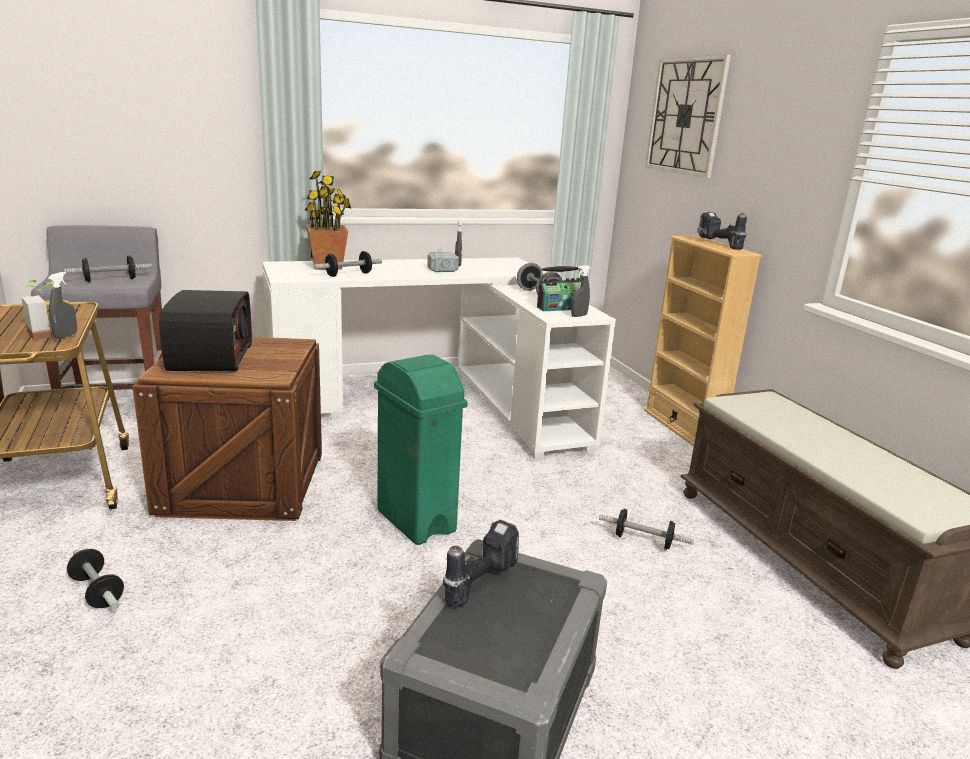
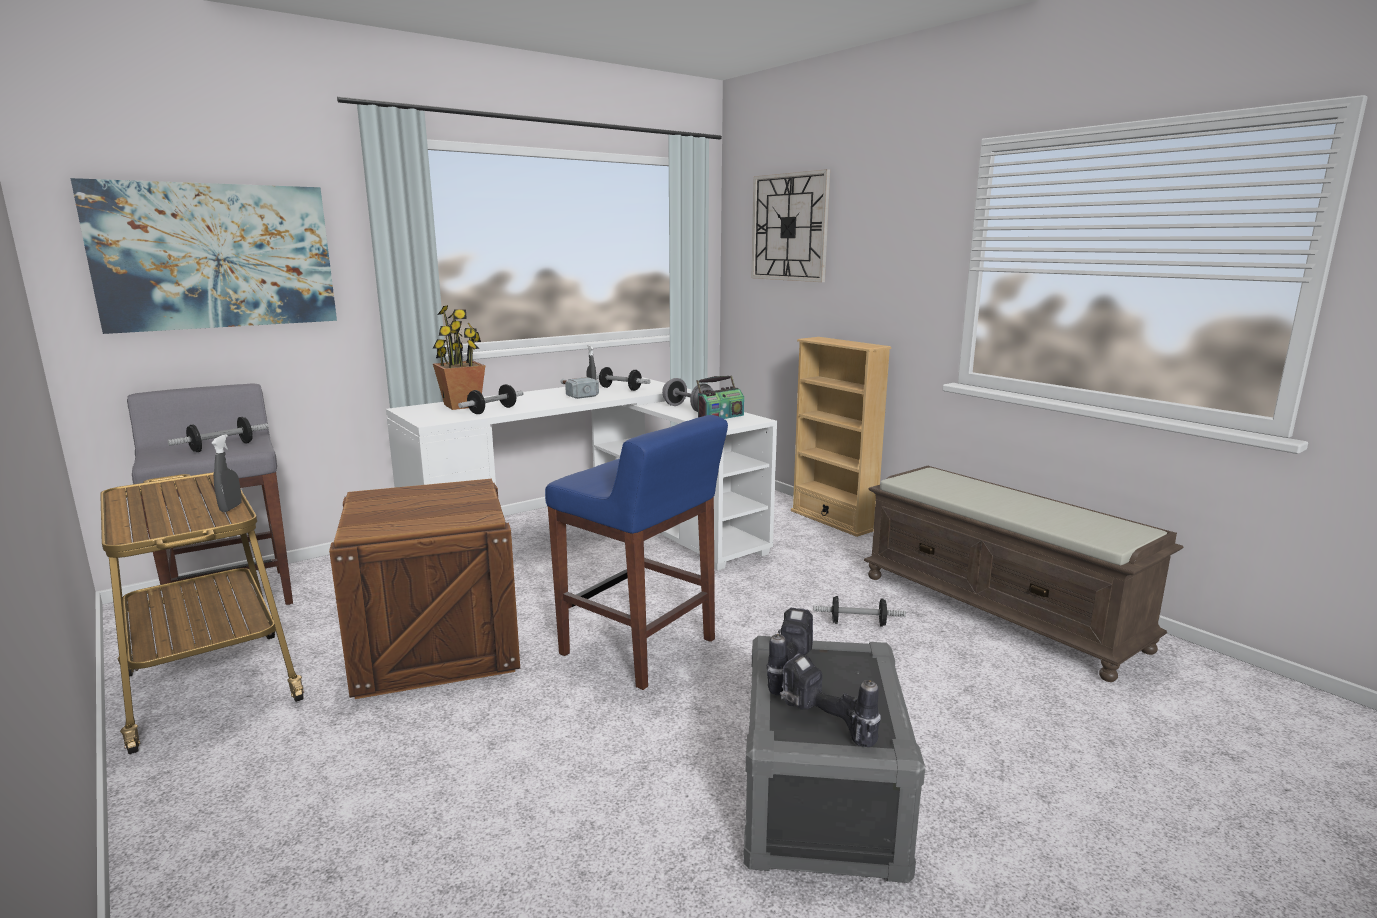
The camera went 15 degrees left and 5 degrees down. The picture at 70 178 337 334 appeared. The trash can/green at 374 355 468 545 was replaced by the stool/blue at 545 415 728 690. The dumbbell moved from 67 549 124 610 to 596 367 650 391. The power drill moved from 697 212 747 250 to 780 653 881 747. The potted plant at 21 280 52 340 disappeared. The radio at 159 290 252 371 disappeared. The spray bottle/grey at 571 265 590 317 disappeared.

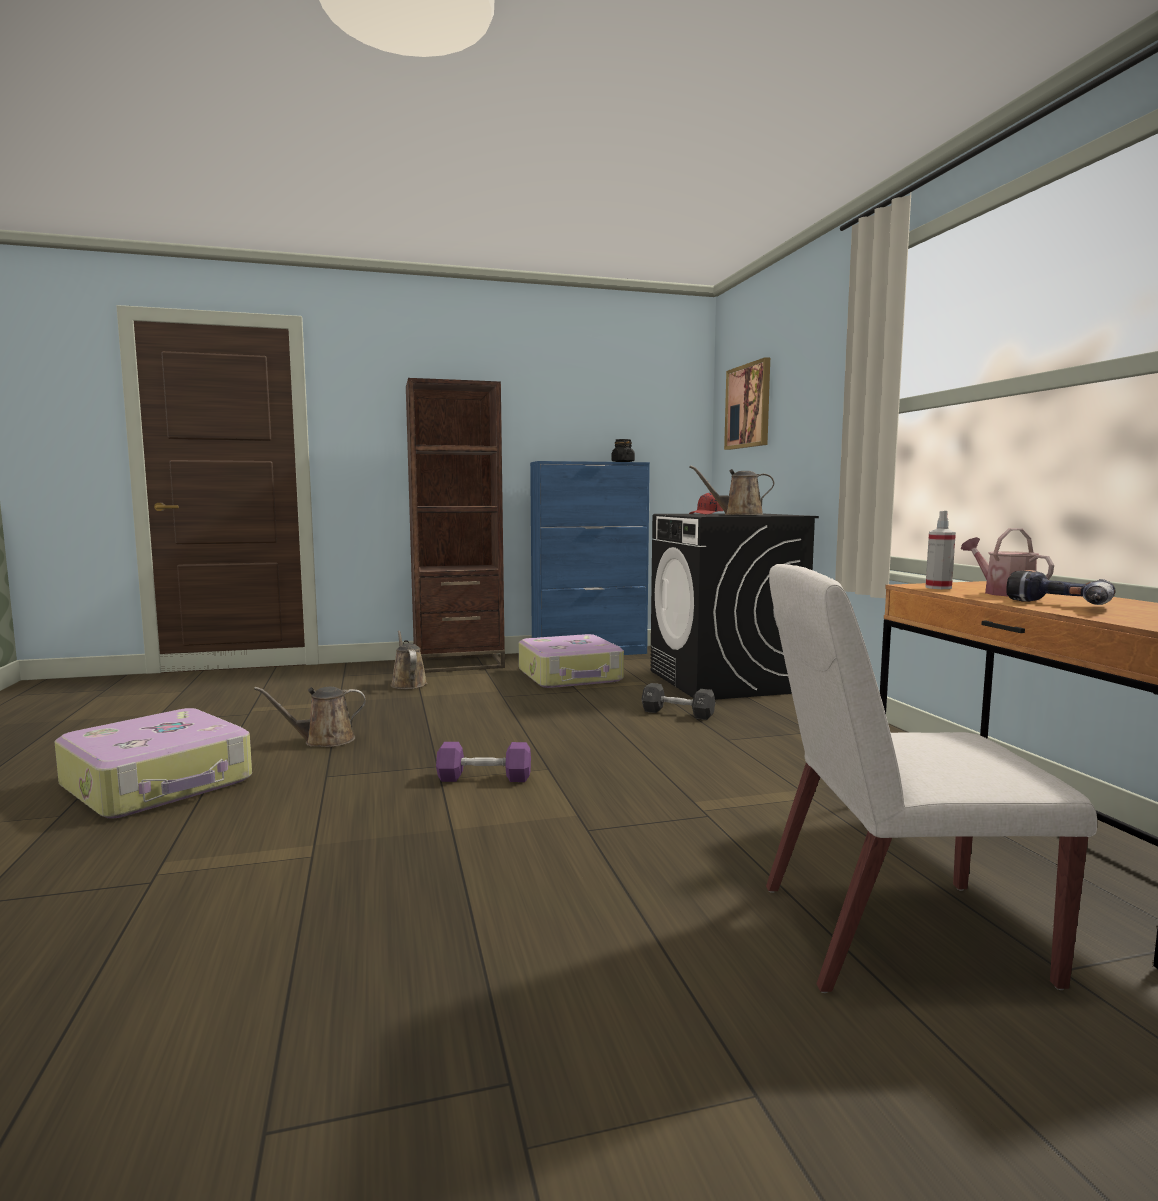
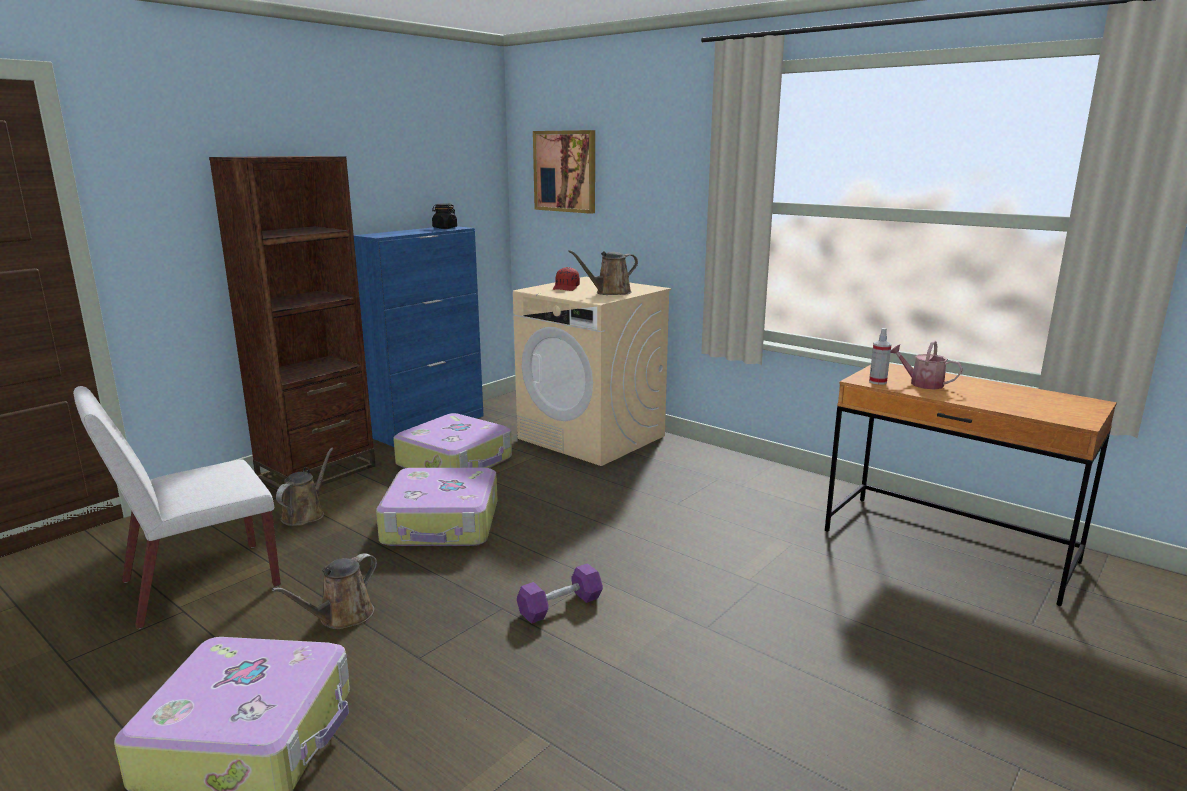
The camera went 35 degrees left and 10 degrees up. The chair/white moved from 766 564 1097 993 to 73 386 281 629. The watering can/brown at 390 631 427 689 turned 75 degrees clockwise. The suitcase at 376 468 498 546 appeared. The washing machine/black at 650 513 819 700 became the washing machine/beige at 513 277 671 466. The dumbbell/black at 641 683 715 720 disappeared. The power drill at 1006 570 1116 605 disappeared.

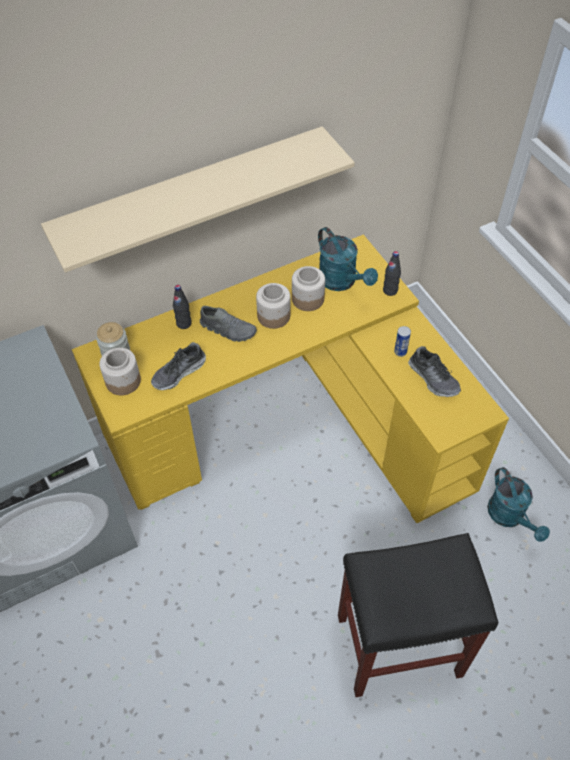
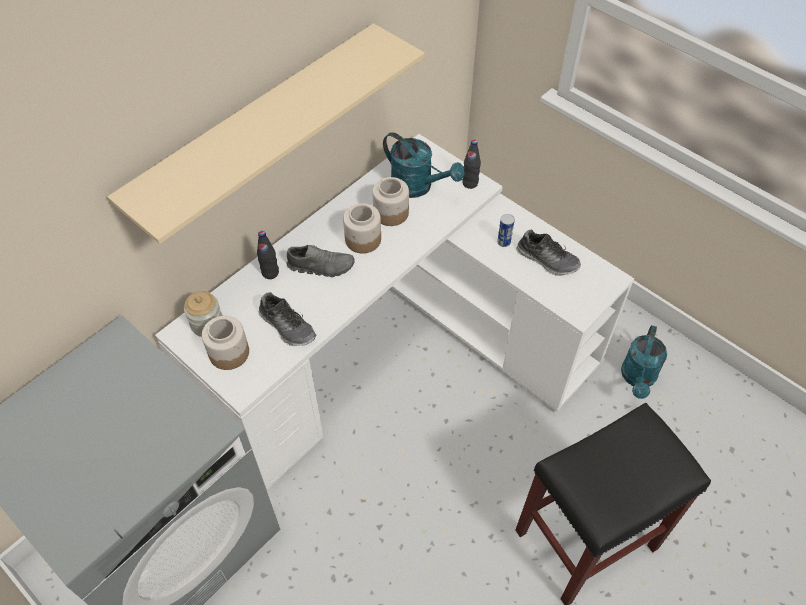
The camera went 20 degrees left and 0 degrees up. The desk/yellow at 72 234 509 523 became the desk/white at 155 134 634 490. The shoe at 151 342 206 390 turned 75 degrees counterclockwise. The watering can/turquoise at 487 467 550 542 turned 60 degrees clockwise.

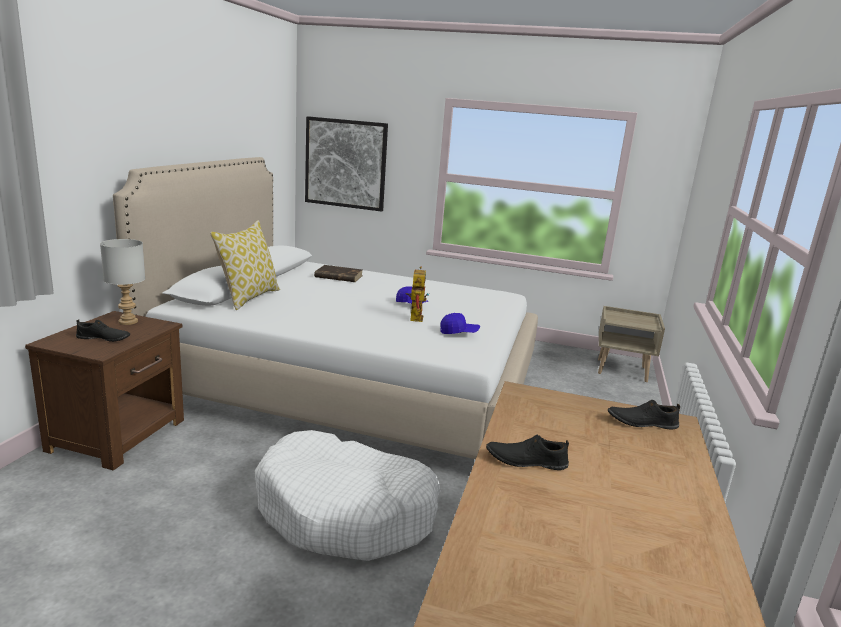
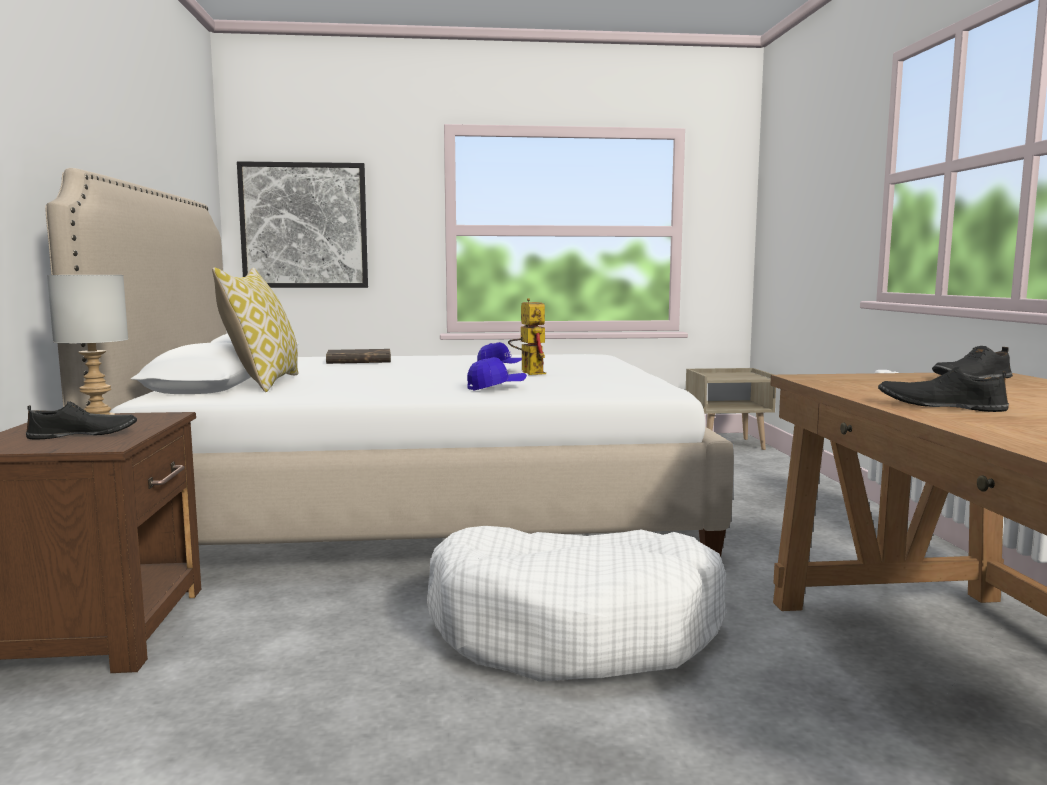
The camera went 20 degrees left and 10 degrees down. The cap/blue moved from 440 313 480 334 to 467 357 527 391. The shoe/black at 486 435 569 470 turned 45 degrees clockwise.

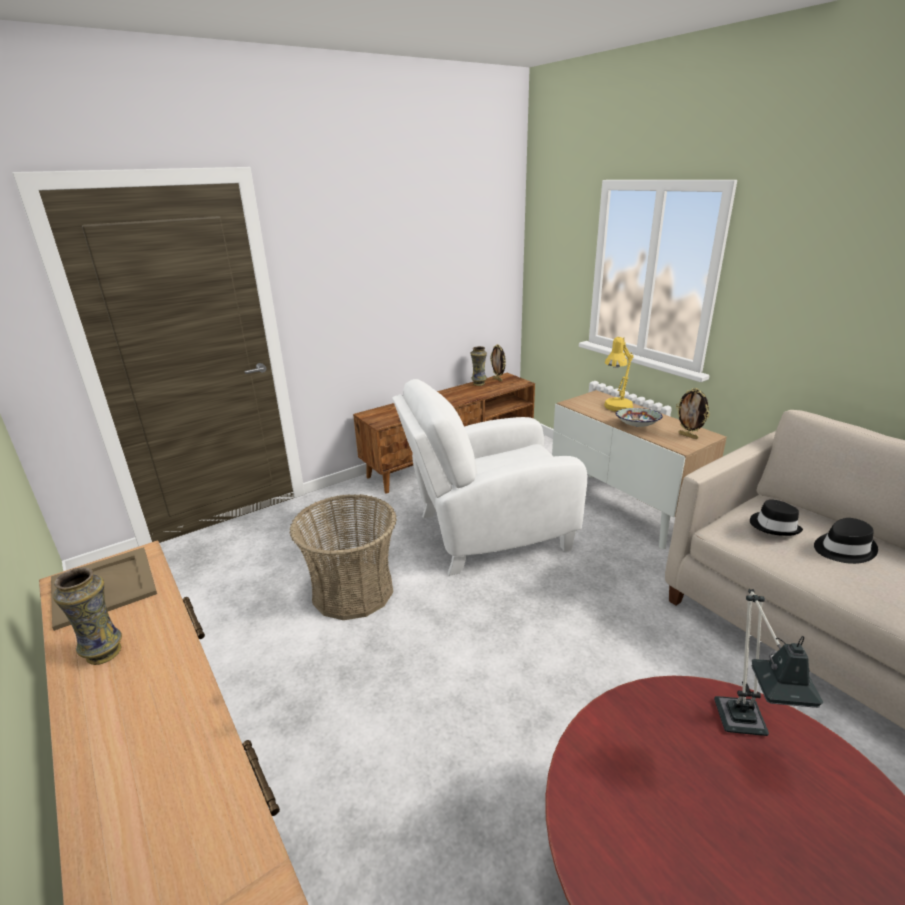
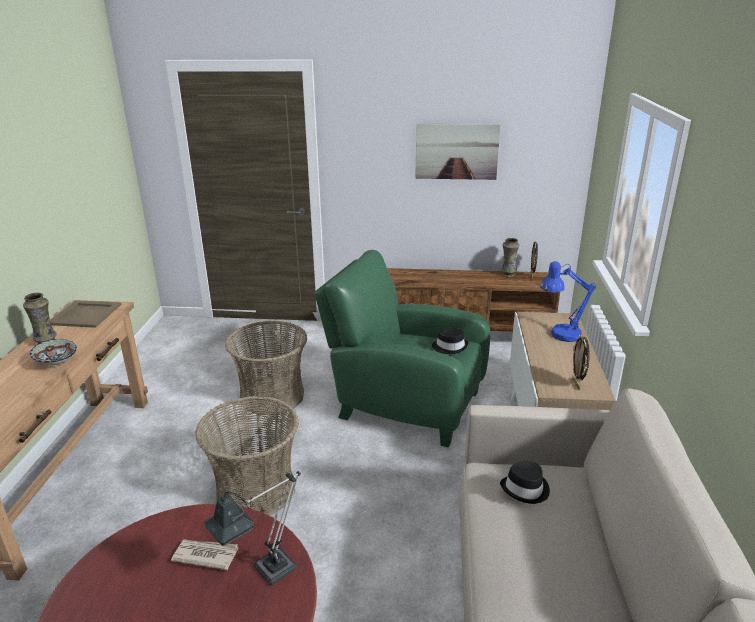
The camera went 40 degrees right and 0 degrees up. The bowl moved from 615 408 663 427 to 30 339 77 365. The newspaper at 171 539 238 570 appeared. The basket at 195 396 299 516 appeared. The armchair/white at 392 379 587 576 became the armchair/green at 314 250 490 447. The picture at 415 123 501 180 appeared. The hat/black moved from 814 518 878 564 to 432 329 468 354. The table lamp/yellow at 604 337 633 412 became the table lamp/blue at 540 261 596 342.

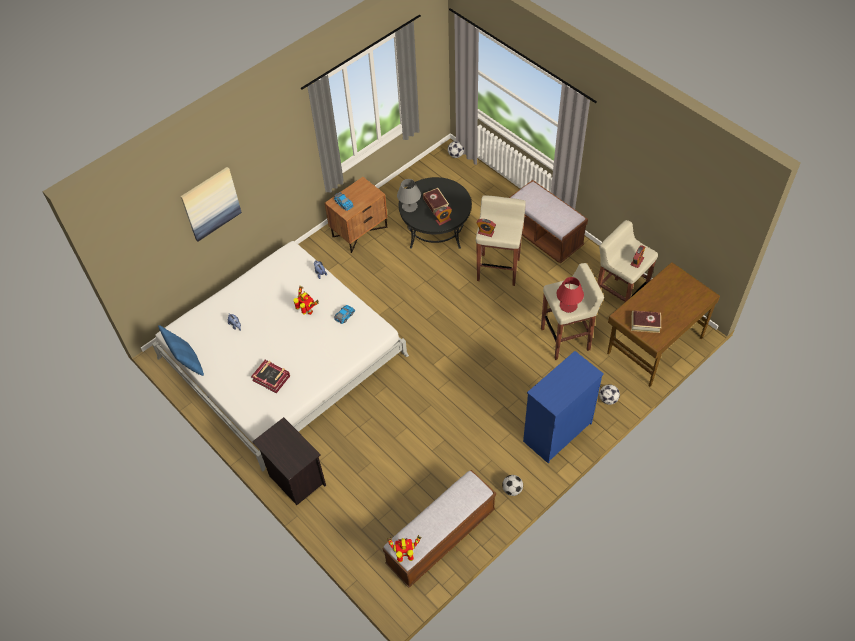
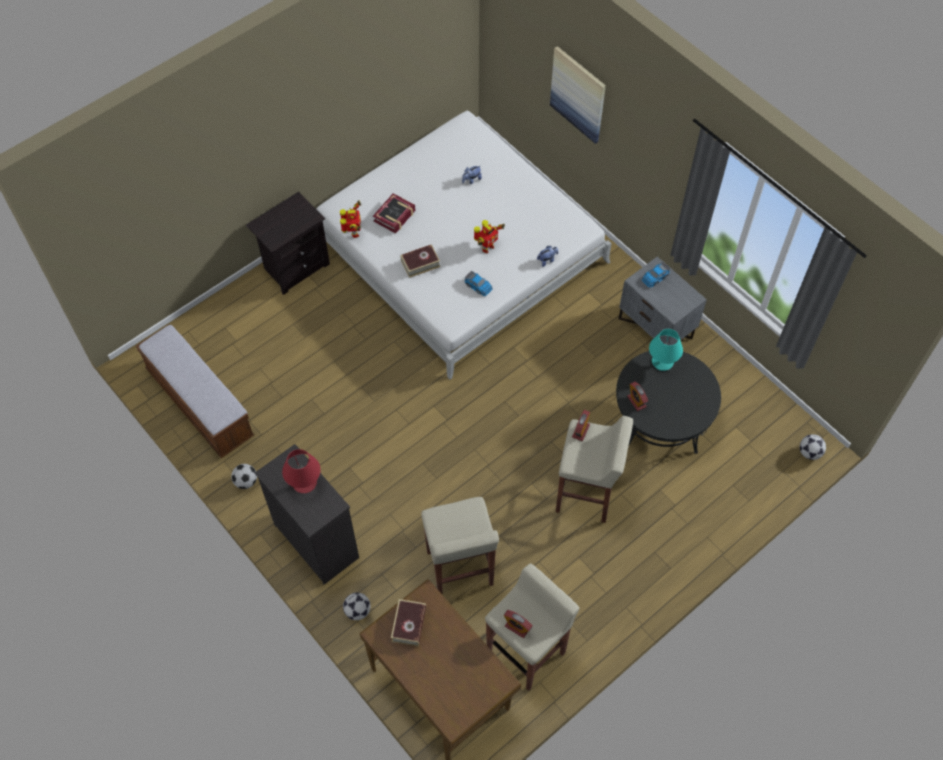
The camera went 90 degrees right and 5 degrees up. The dresser/blue at 523 351 604 464 became the dresser/black at 255 444 359 585. The table lamp/red moved from 557 277 584 313 to 282 449 321 493. The toy robot moved from 387 535 421 562 to 340 201 361 238. The book moved from 423 188 449 214 to 401 244 440 278. The nightstand/brown at 325 177 387 253 became the nightstand/grey at 619 257 707 345. The table lamp/grey at 397 179 421 212 became the table lamp/turquoise at 649 329 683 371. The pillow/blue at 158 325 204 376 disappeared. The bench/brown at 509 180 588 264 disappeared.

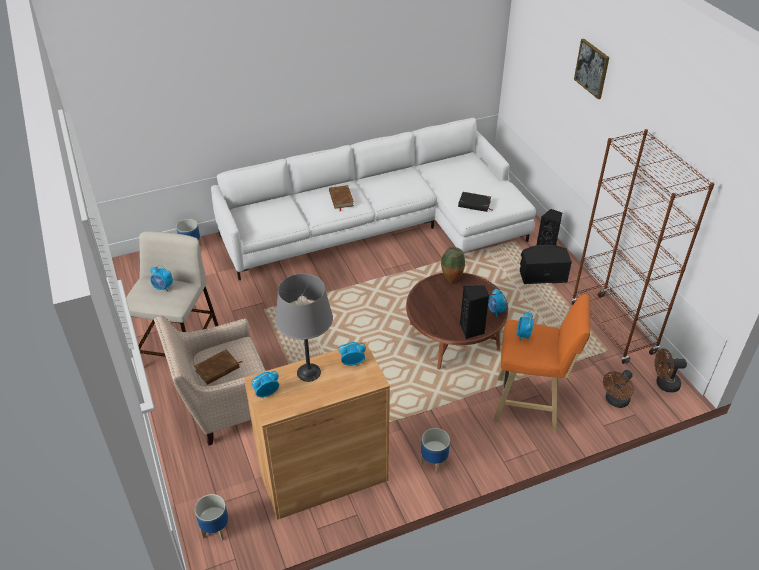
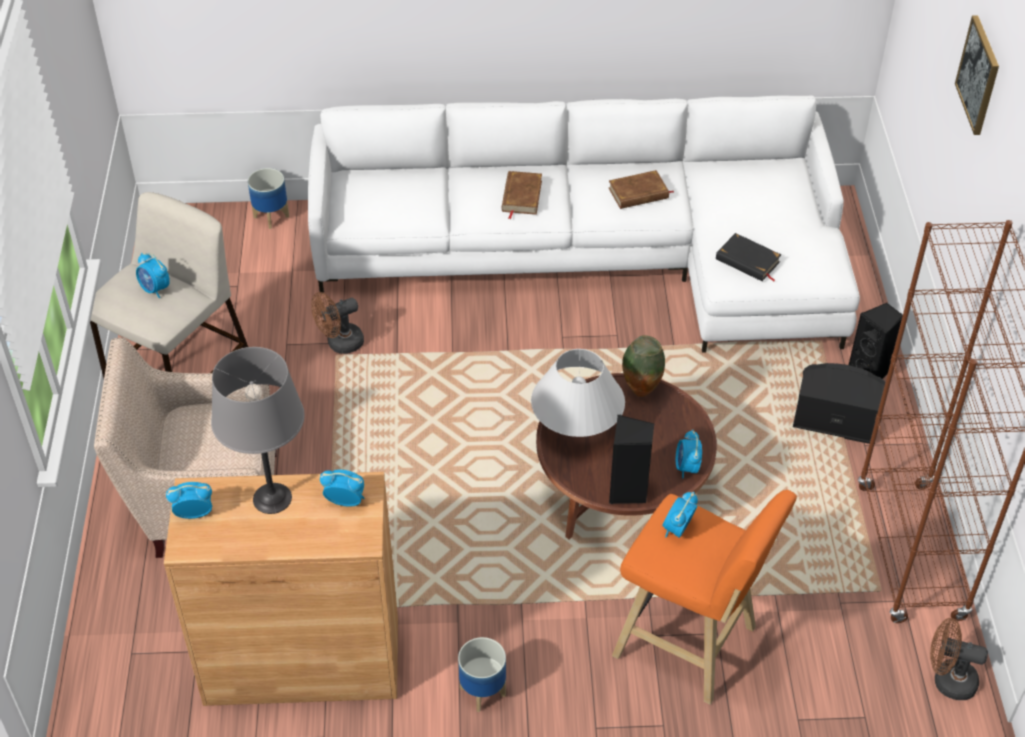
The camera went 20 degrees right and 5 degrees up. The fan/brown moved from 603 370 634 408 to 311 292 364 354. The table lamp/white at 531 349 625 437 appeared. The book/brown moved from 195 349 242 385 to 609 170 674 209. The planter at 195 494 229 540 disappeared.

